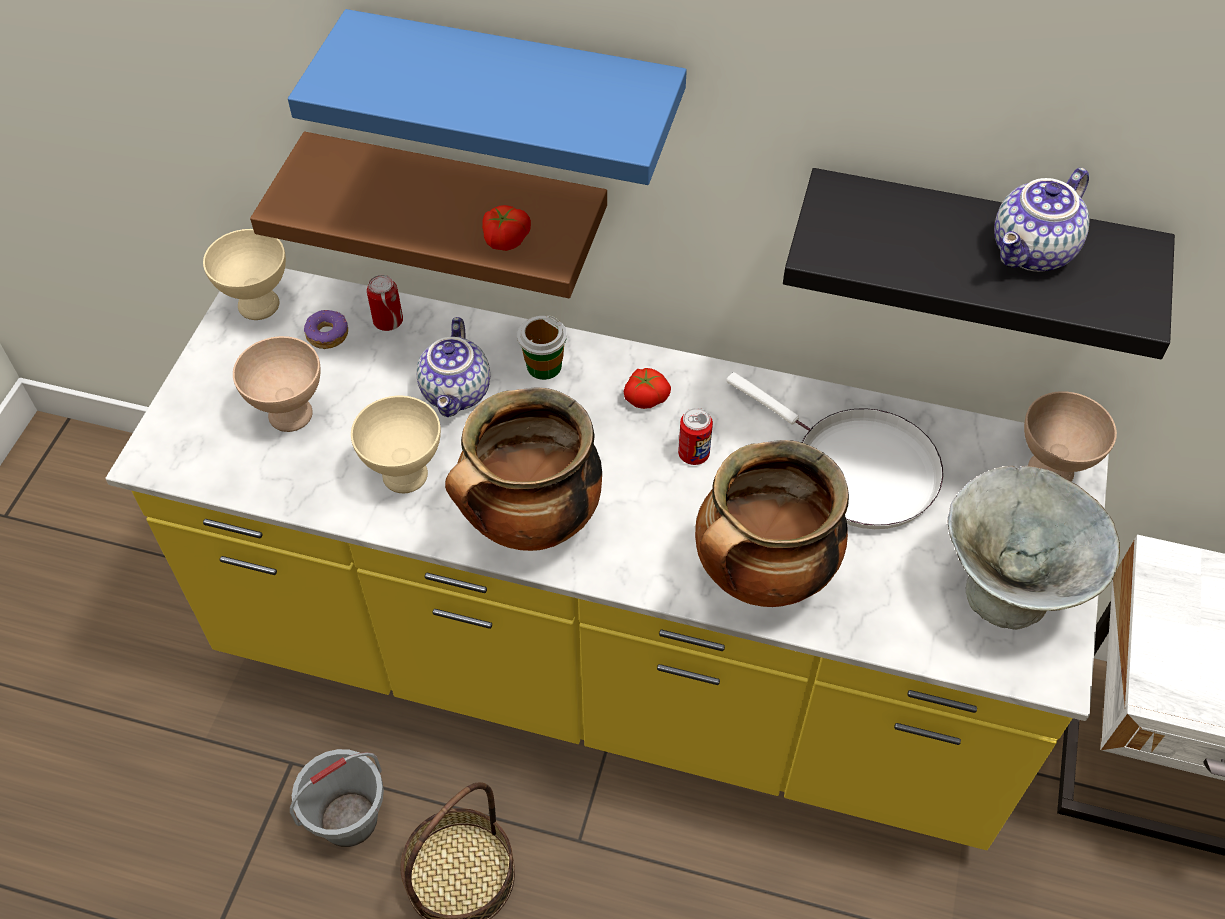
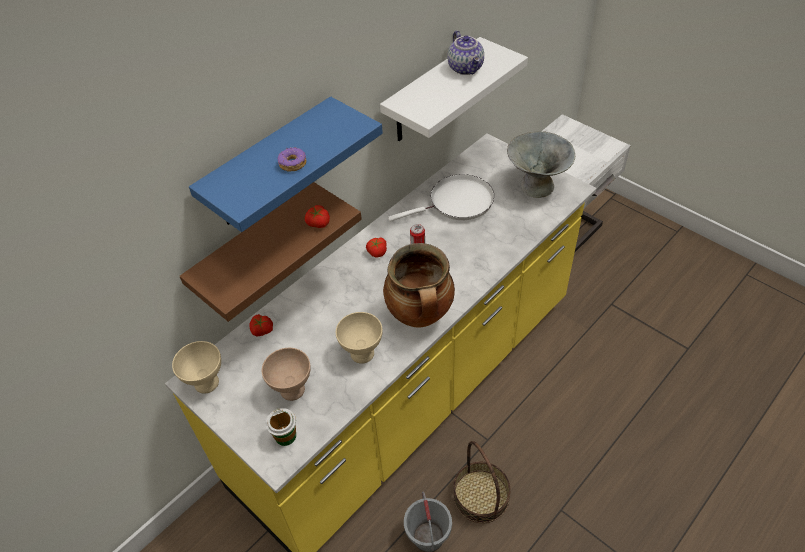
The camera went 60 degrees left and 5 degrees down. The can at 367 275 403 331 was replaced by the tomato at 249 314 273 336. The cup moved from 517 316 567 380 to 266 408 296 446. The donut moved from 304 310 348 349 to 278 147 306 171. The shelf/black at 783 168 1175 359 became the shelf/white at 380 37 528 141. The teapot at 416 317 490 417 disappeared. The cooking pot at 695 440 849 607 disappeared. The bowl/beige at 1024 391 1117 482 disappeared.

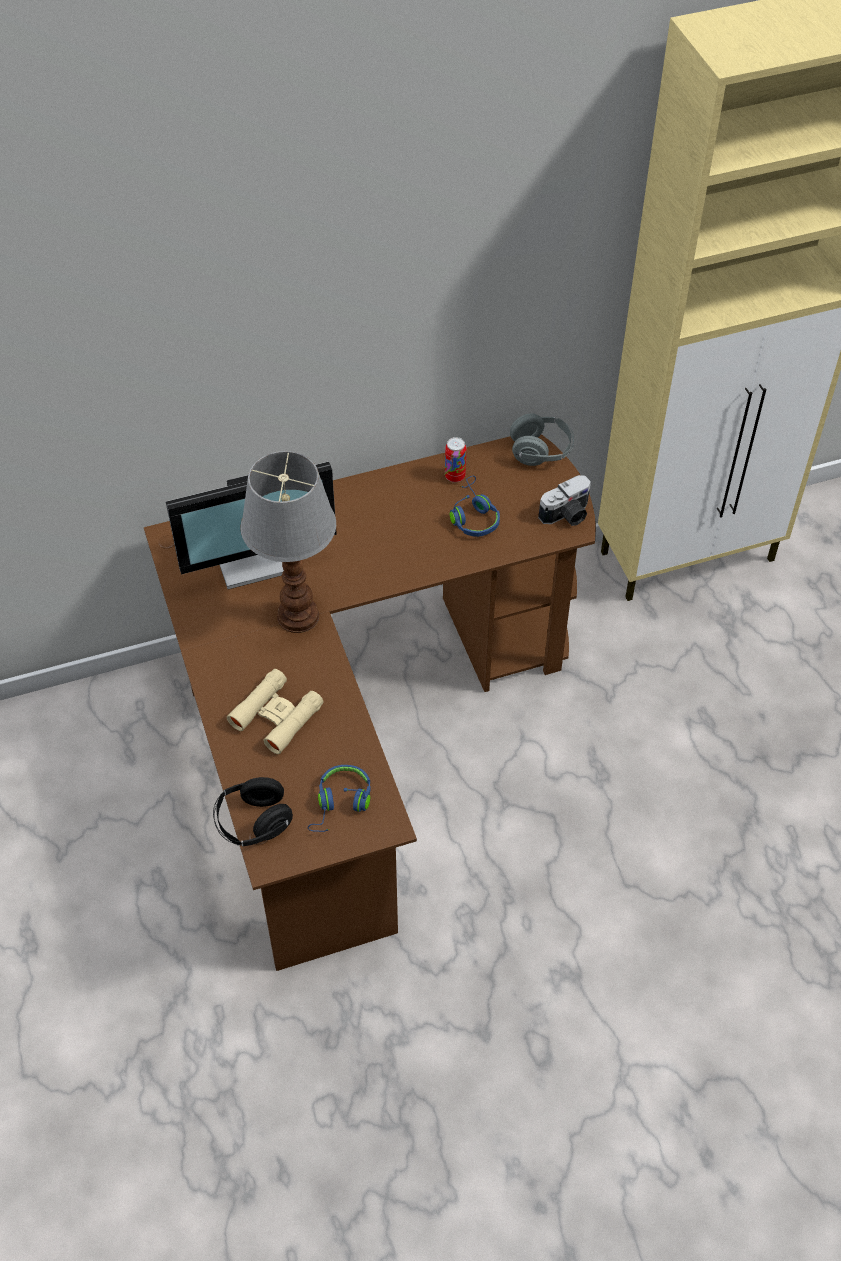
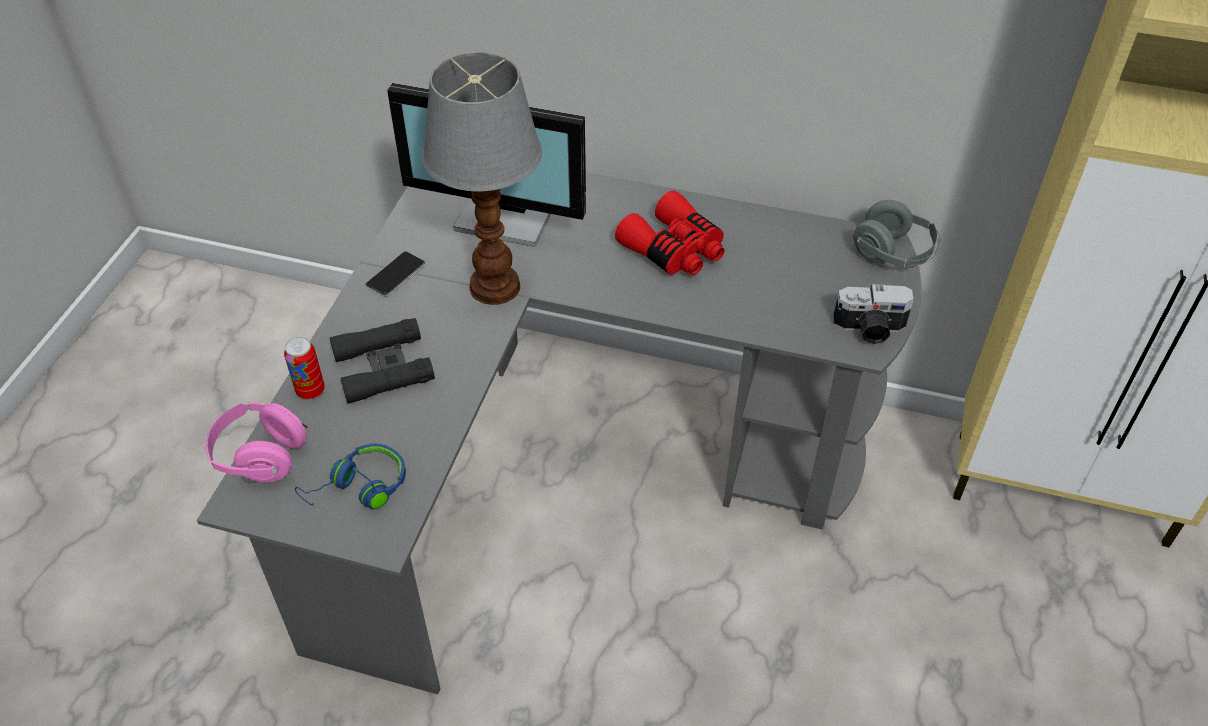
The camera went 35 degrees right and 5 degrees down. The desk/brown at 144 434 596 971 became the desk/grey at 197 173 922 694. The headphones/black at 213 777 293 846 became the headphones/pink at 204 402 307 482. The can moved from 445 437 466 482 to 284 337 325 400. The binoculars/beige at 227 669 324 754 became the binoculars/black at 330 318 435 403. The phone at 366 252 426 297 appeared. The binoculars/red at 615 191 724 275 appeared. The headphones/blue at 450 476 500 537 disappeared.

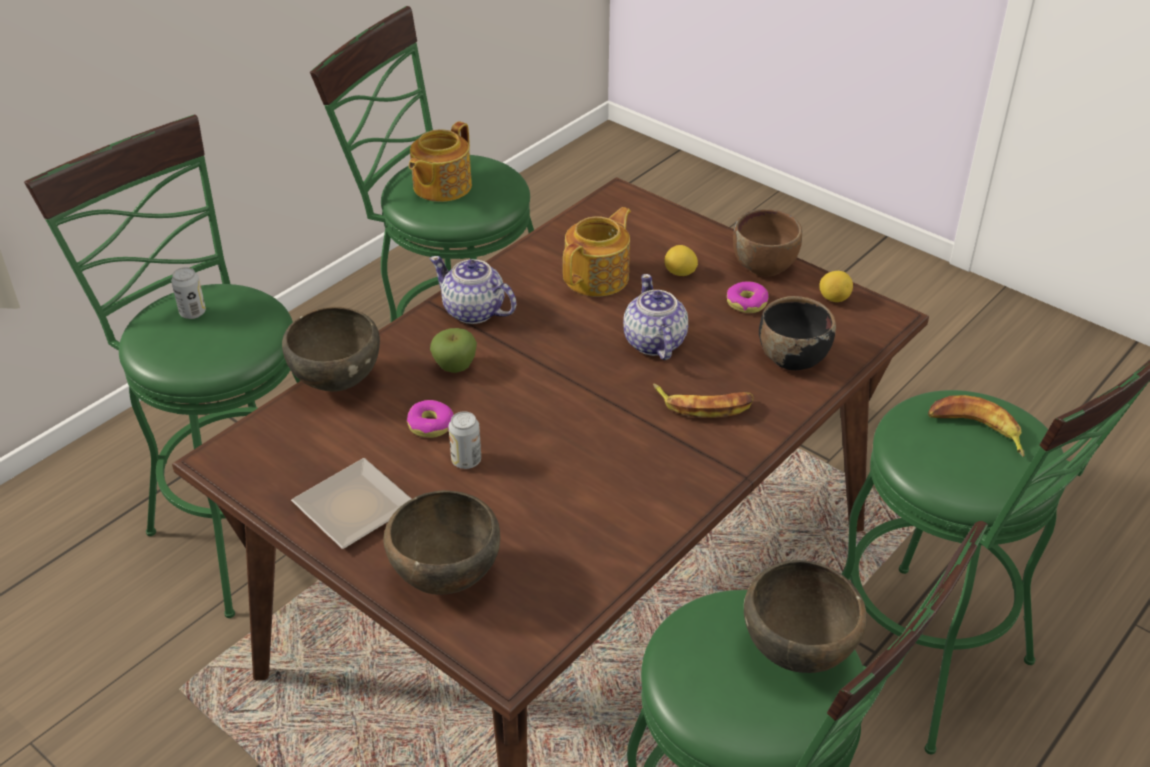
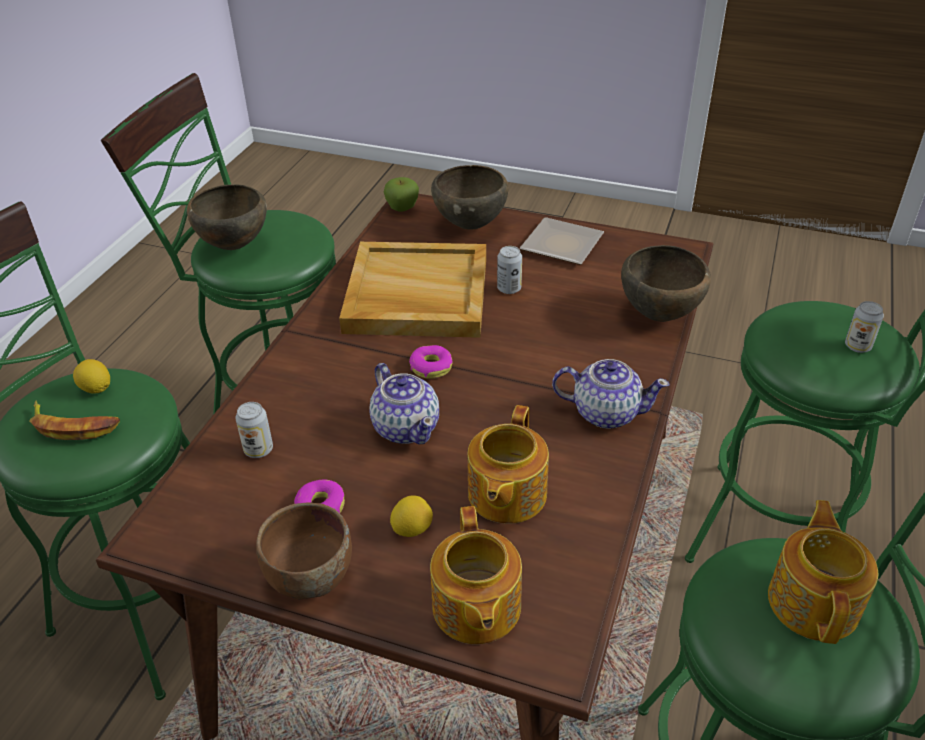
The camera went 160 degrees right and 0 degrees up. The lemon moved from 819 271 853 302 to 73 359 110 393. The bowl/black at 759 296 836 370 was replaced by the can at 235 402 273 458. The tray/beige at 339 242 486 338 appeared. The apple moved from 430 328 477 373 to 384 177 419 212. The donut moved from 407 400 454 438 to 409 345 452 379. The teapot at 430 506 522 644 appeared. The banana at 653 383 754 418 disappeared.

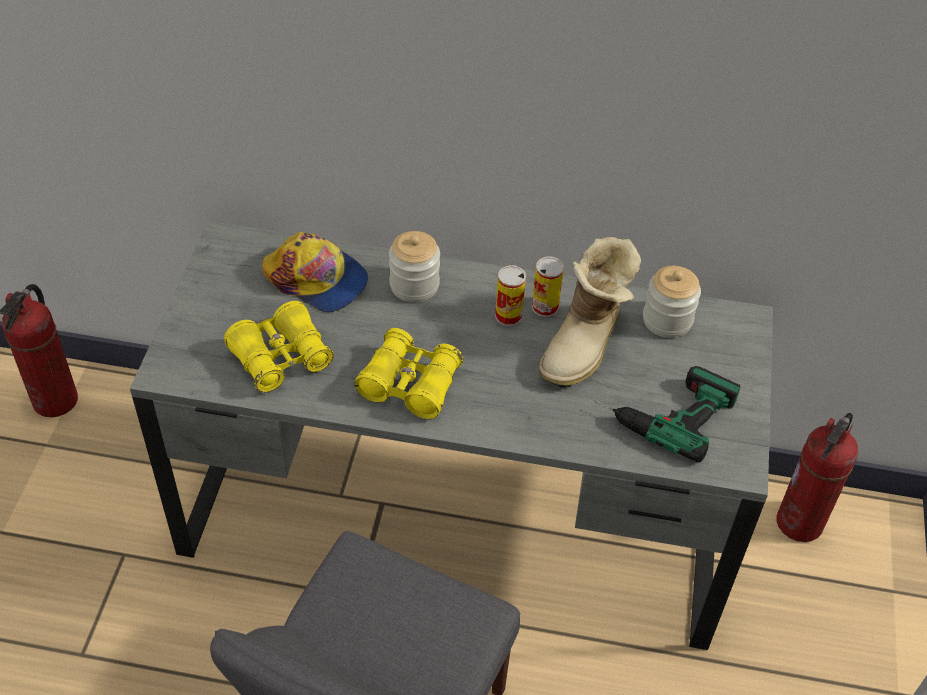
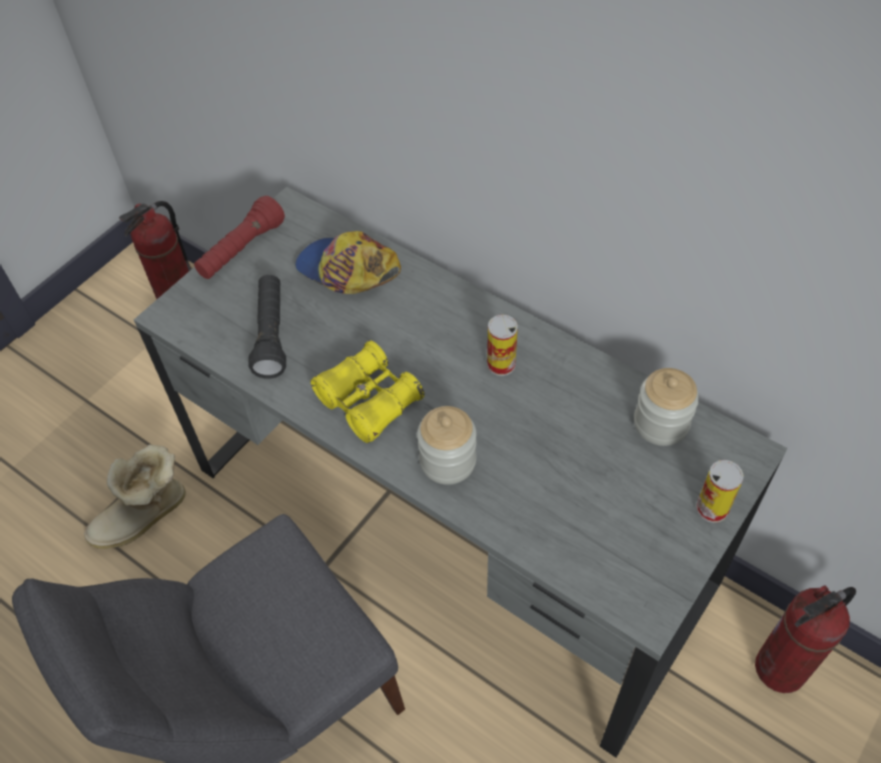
The camera went 30 degrees right and 5 degrees up. The boot moved from 539 237 641 387 to 84 445 186 549. The flashlight/red at 194 196 285 279 appeared. The binoculars/yellow at 224 301 334 393 was replaced by the flashlight/black at 248 275 286 379. The cap at 262 232 368 312 turned 150 degrees clockwise. The jar moved from 389 231 440 302 to 417 406 476 485. The can moved from 532 256 564 317 to 696 460 744 523. The power drill at 595 366 740 462 disappeared.

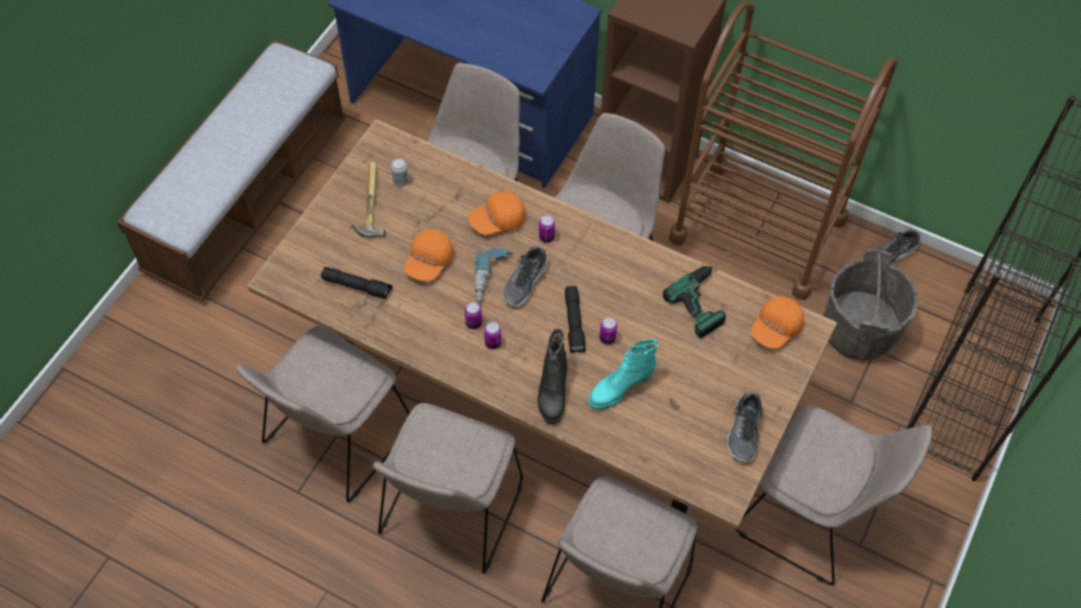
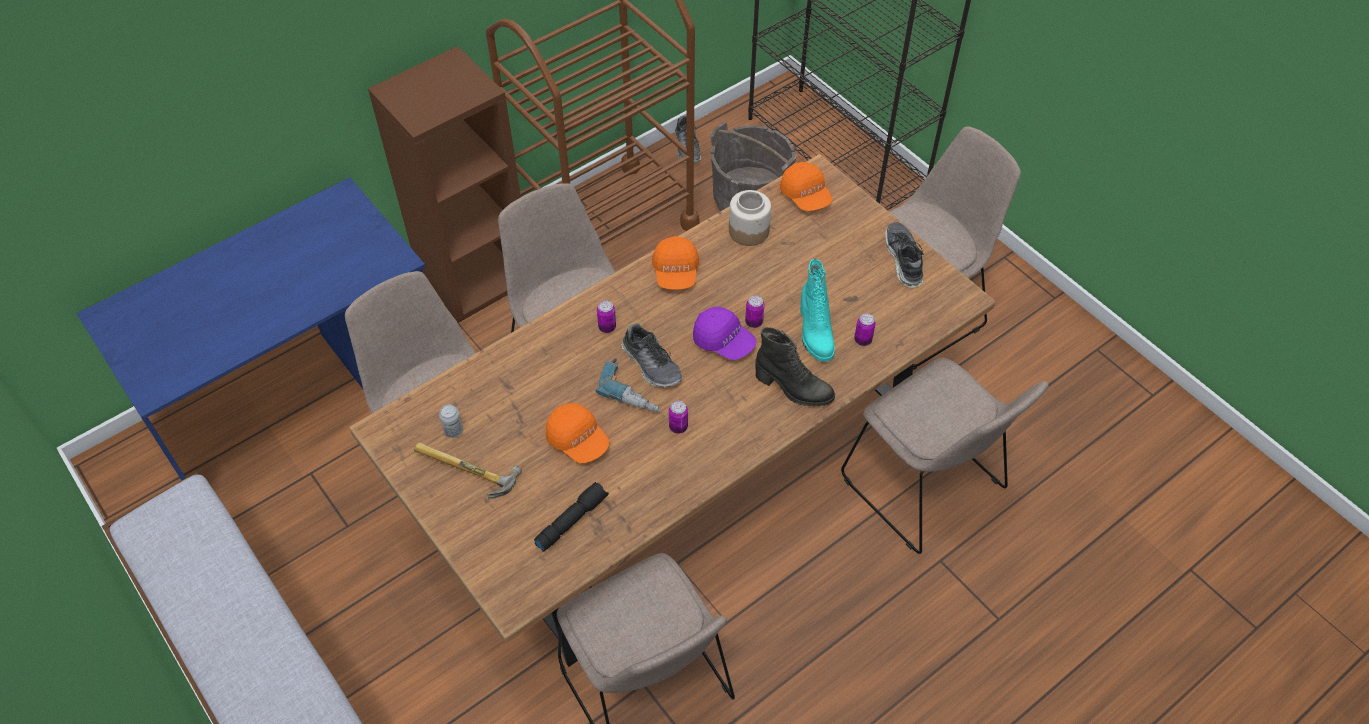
The camera went 65 degrees left and 5 degrees down. The cap/orange moved from 468 191 525 235 to 652 236 699 290. The flashlight/black at 565 286 586 354 was replaced by the cap/purple at 693 307 756 360. The power drill at 663 261 726 338 was replaced by the jar at 729 190 771 246. The can moved from 484 322 501 349 to 854 313 876 346. The shoe at 727 391 762 463 turned 135 degrees counterclockwise. The chair/beige at 373 403 523 574 disappeared.

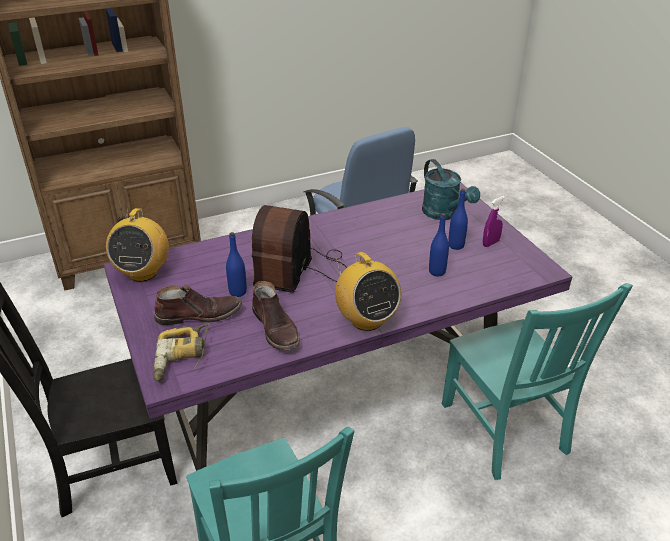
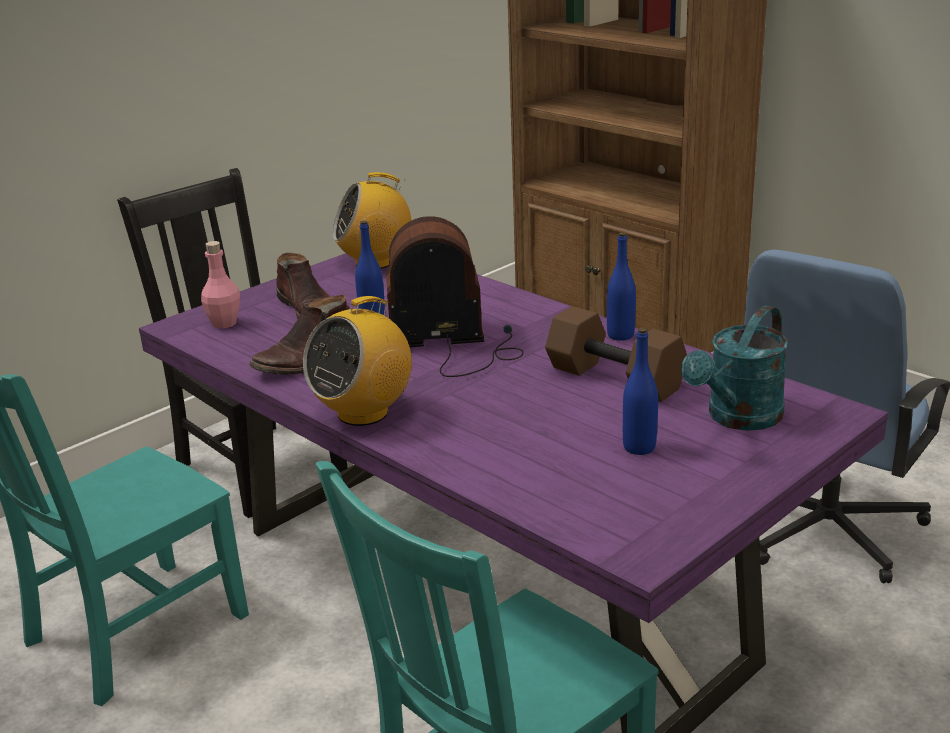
The camera went 70 degrees right and 10 degrees down. The power drill at 153 323 210 381 was replaced by the bottle/pink at 201 241 240 328. The dumbbell/brown at 545 306 687 402 appeared. The bottle/blue moved from 429 213 449 276 to 607 232 636 341. The spray bottle/purple at 483 196 505 247 disappeared.

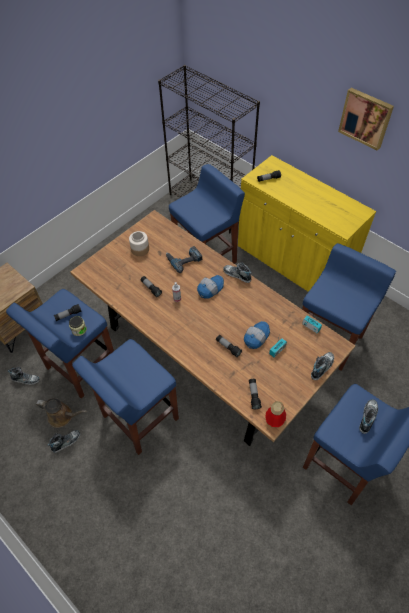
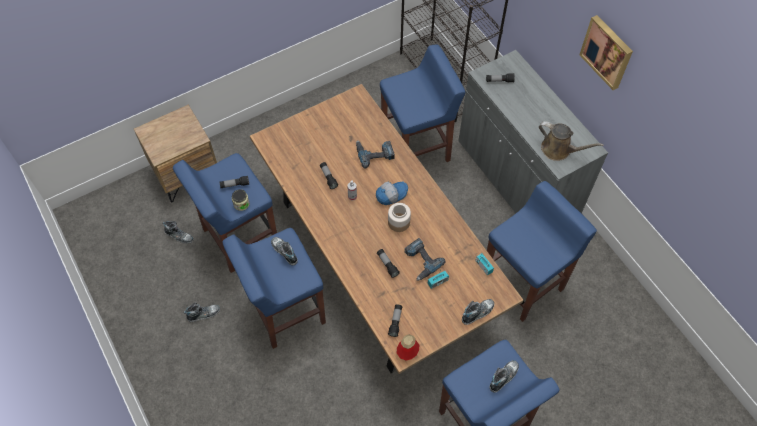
The camera went 15 degrees right and 5 degrees up. The shoe moved from 223 263 252 283 to 271 237 298 266. The jar moved from 129 231 149 256 to 388 203 411 232. The cap at 244 321 270 349 was replaced by the power drill at 404 238 446 281. The cabinet/yellow at 238 155 376 292 became the cabinet/grey at 459 50 608 214. The watering can/brown moved from 36 398 87 428 to 539 121 604 161.

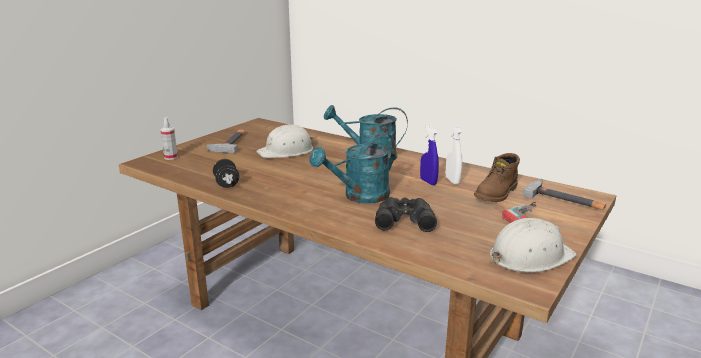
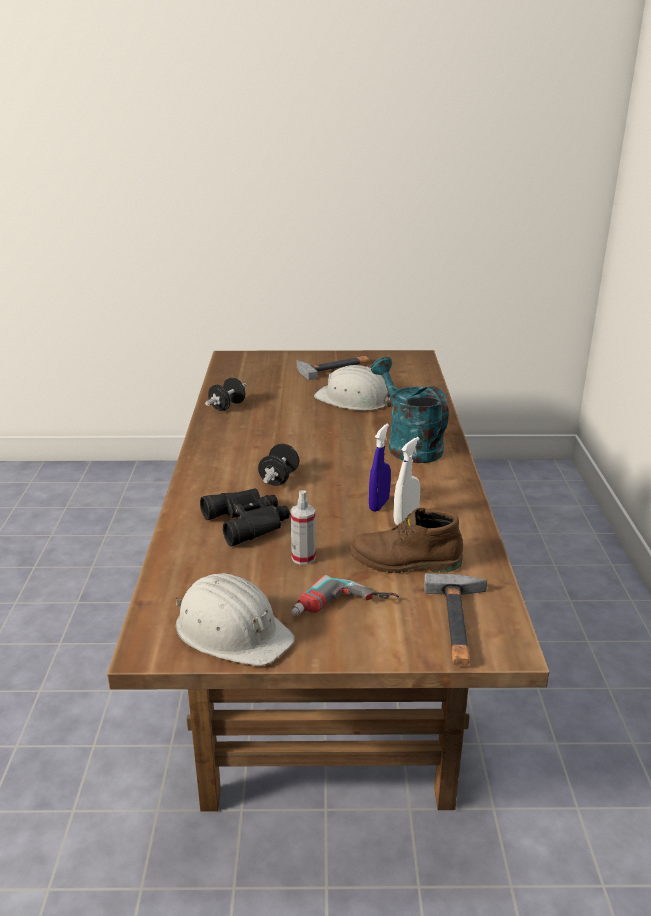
The camera went 55 degrees right and 5 degrees up. The watering can/turquoise at 309 133 396 204 was replaced by the dumbbell/black at 258 444 299 486. The spray bottle moved from 160 117 178 160 to 291 490 316 565.

